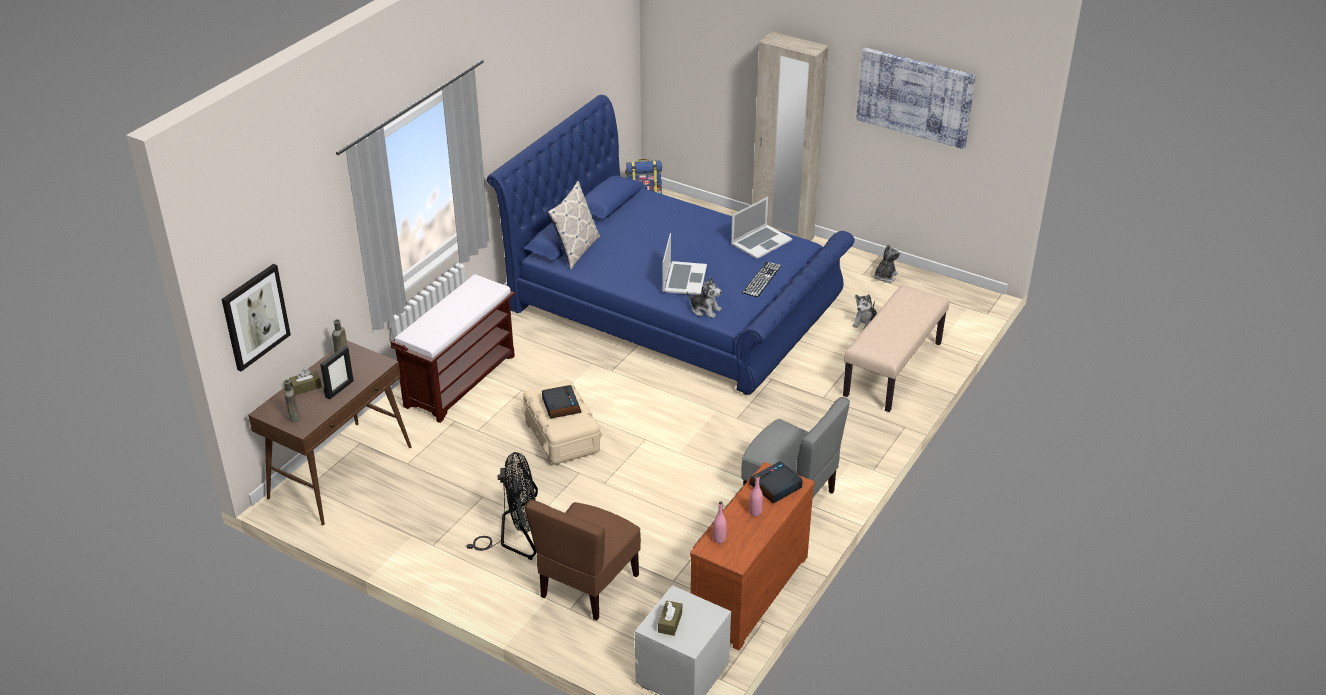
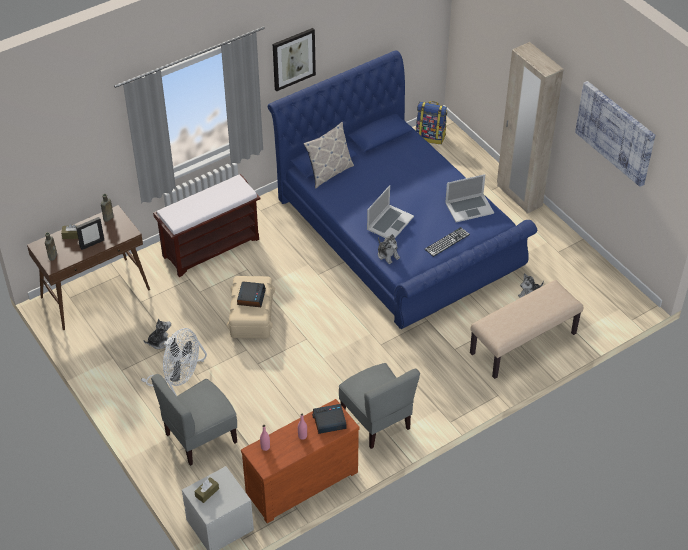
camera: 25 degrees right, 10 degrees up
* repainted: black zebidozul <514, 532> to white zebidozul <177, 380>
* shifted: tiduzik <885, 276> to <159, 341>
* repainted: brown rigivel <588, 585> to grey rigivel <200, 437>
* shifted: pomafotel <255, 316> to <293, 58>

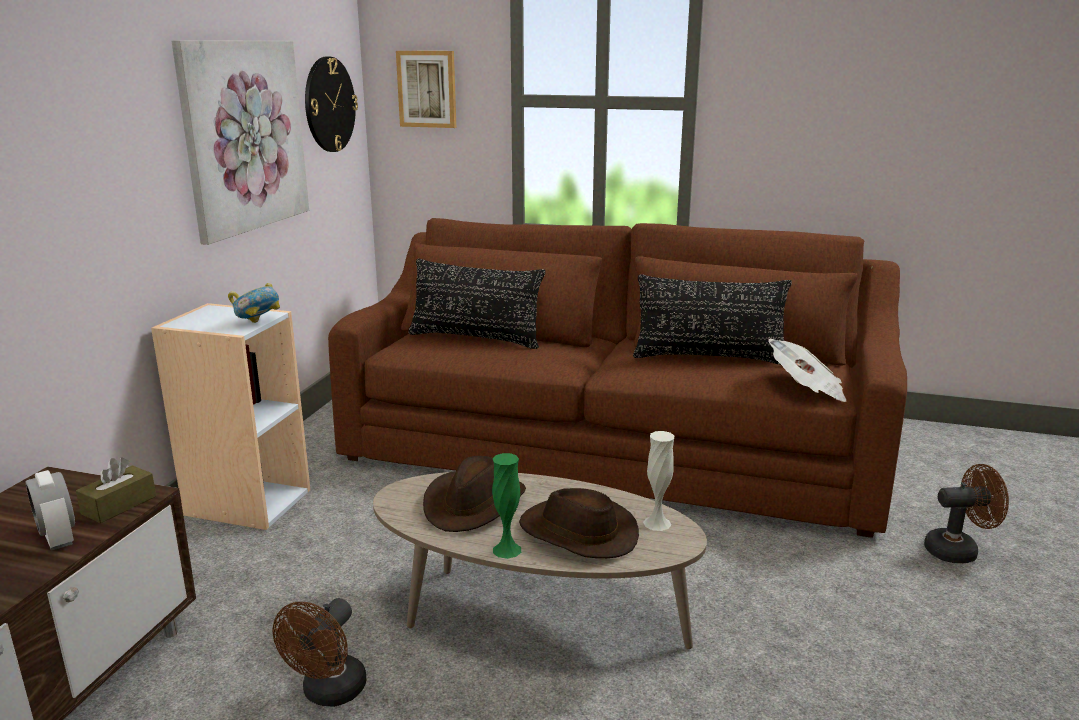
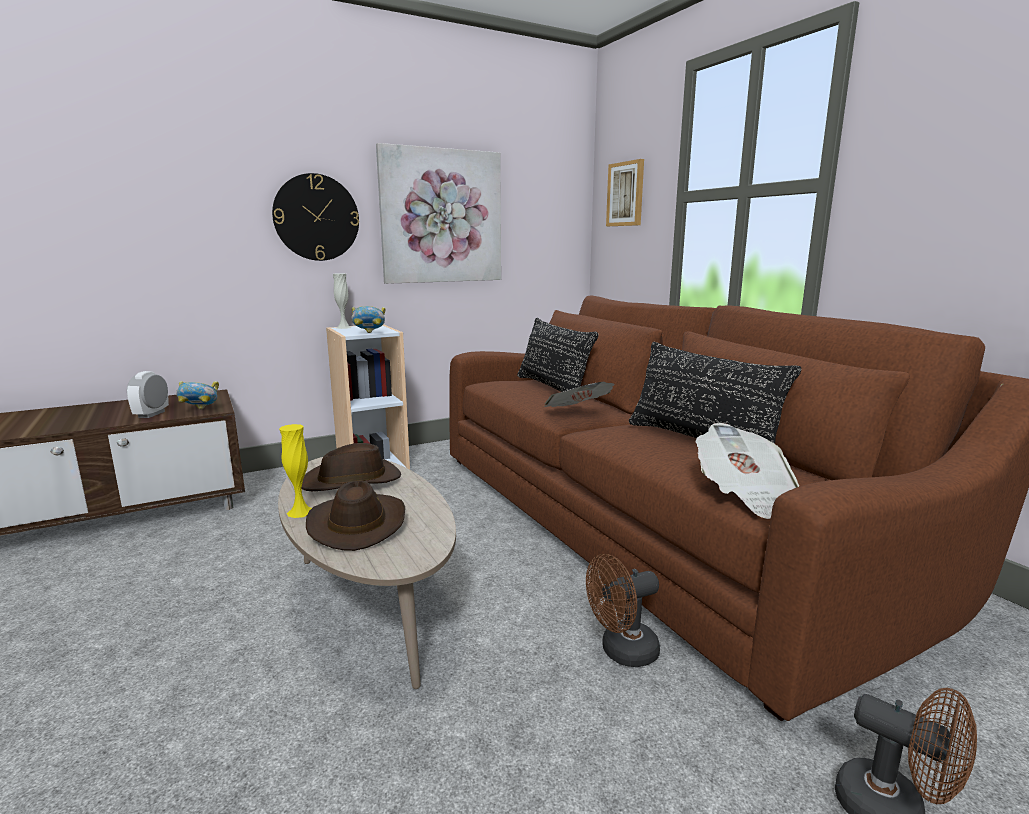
camera: 45 degrees right, 5 degrees down
* swapped: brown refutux <119, 505> to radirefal <200, 410>
* shifted: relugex <329, 104> to <316, 217>
* repainted: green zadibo <507, 550> to yellow zadibo <300, 512>
* shifted: white zadibo <657, 523> to <343, 327>
* new: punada <577, 414>
* shifted: brown zebidozul <329, 693> to <621, 652>

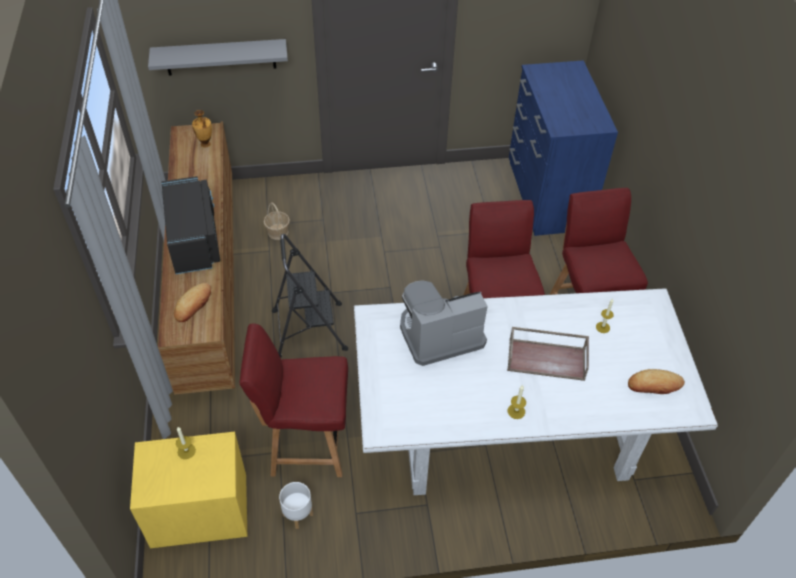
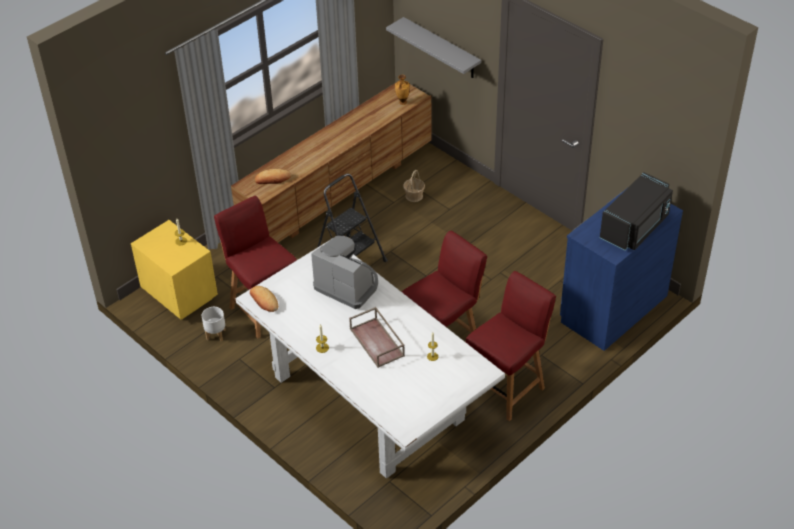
camera: 55 degrees right, 5 degrees down
* shifted: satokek <654, 385> to <264, 301>
* shifted: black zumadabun <195, 240> to <635, 227>

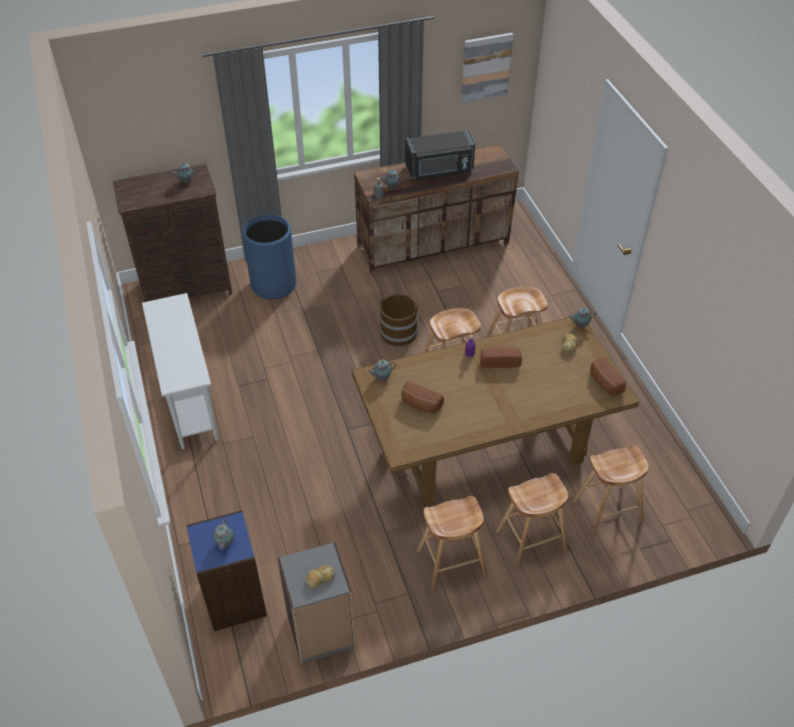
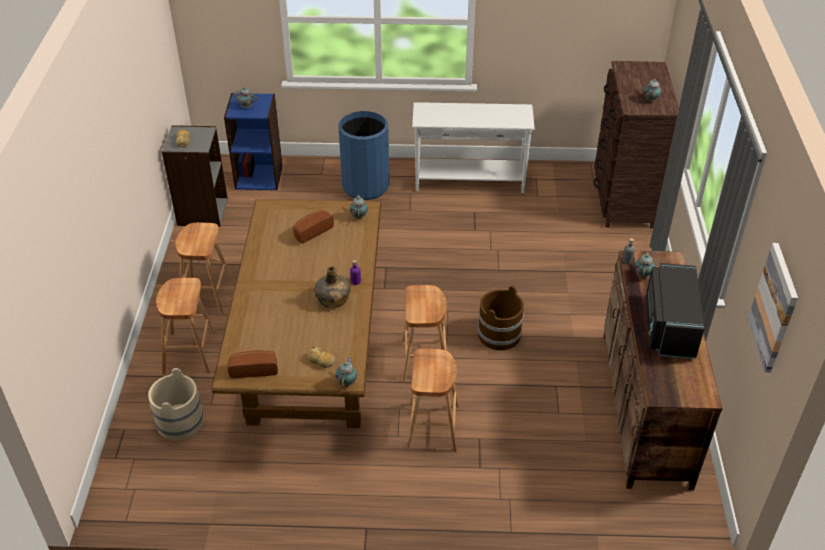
camera: 110 degrees right, 5 degrees down
* swapped: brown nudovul <607, 511> to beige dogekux <179, 421>
* swapped: satokek <499, 361> to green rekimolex <332, 299>
* shifted: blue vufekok <273, 284> to <365, 186>

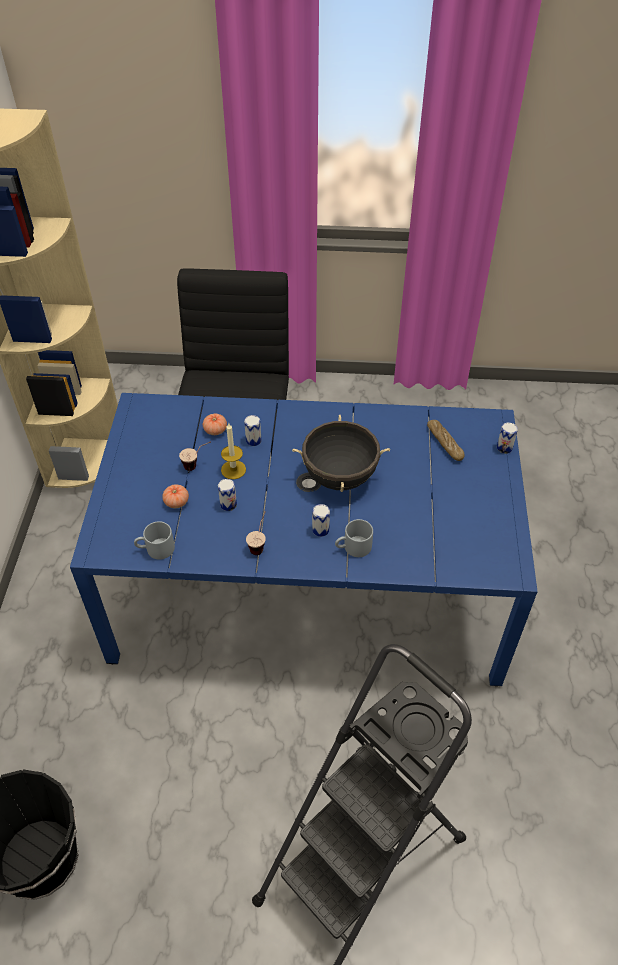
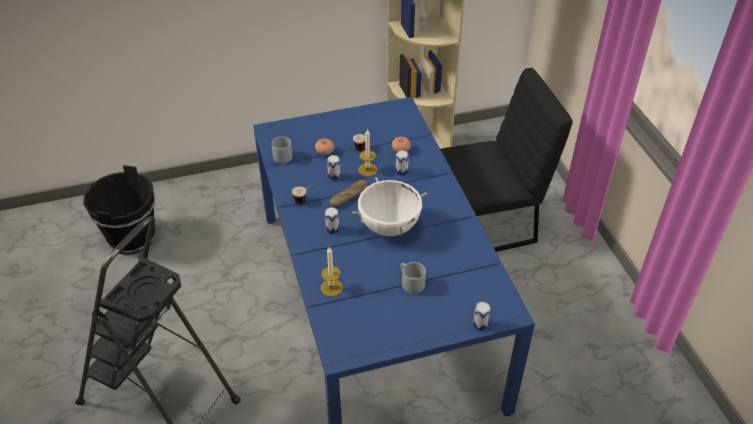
camera: 70 degrees right, 5 degrees down
* new: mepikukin <331, 287>
* shifted: satokek <444, 443> to <349, 196>
* repainted: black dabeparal <339, 477> to white dabeparal <389, 226>
* shifted: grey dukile <353, 548> to <410, 282>

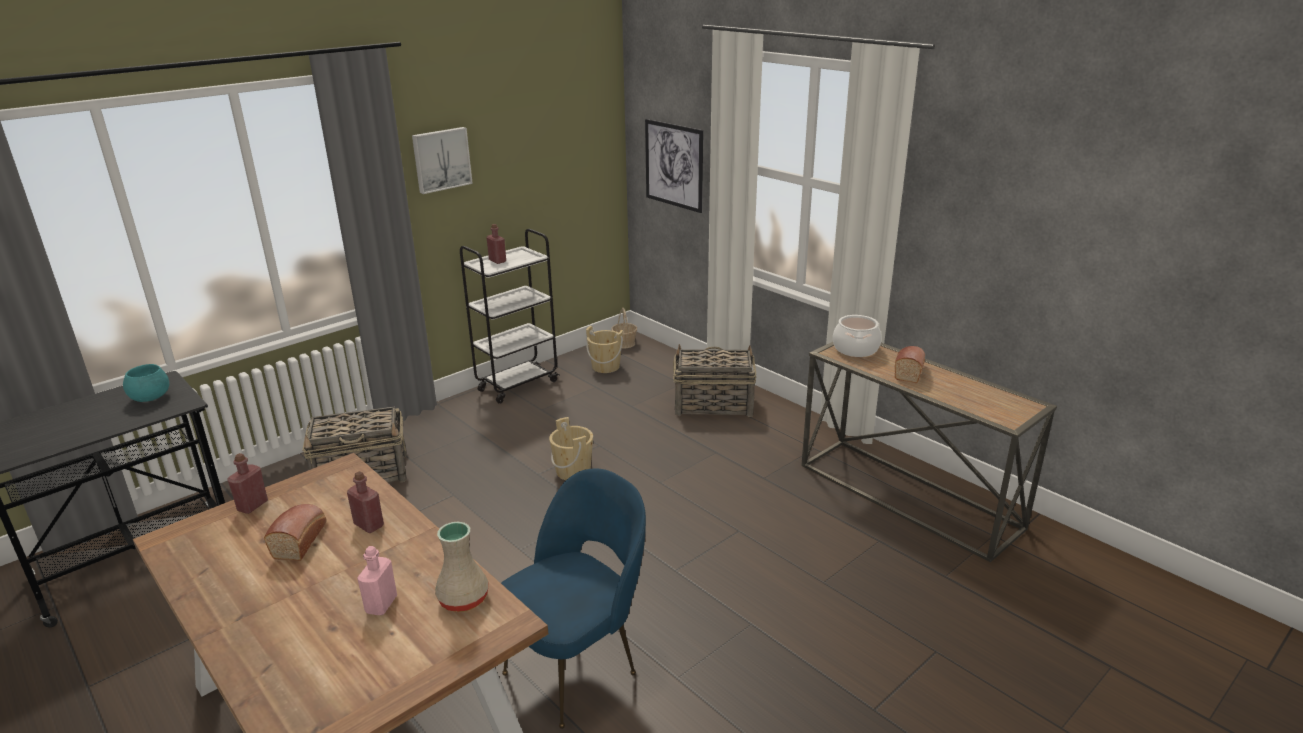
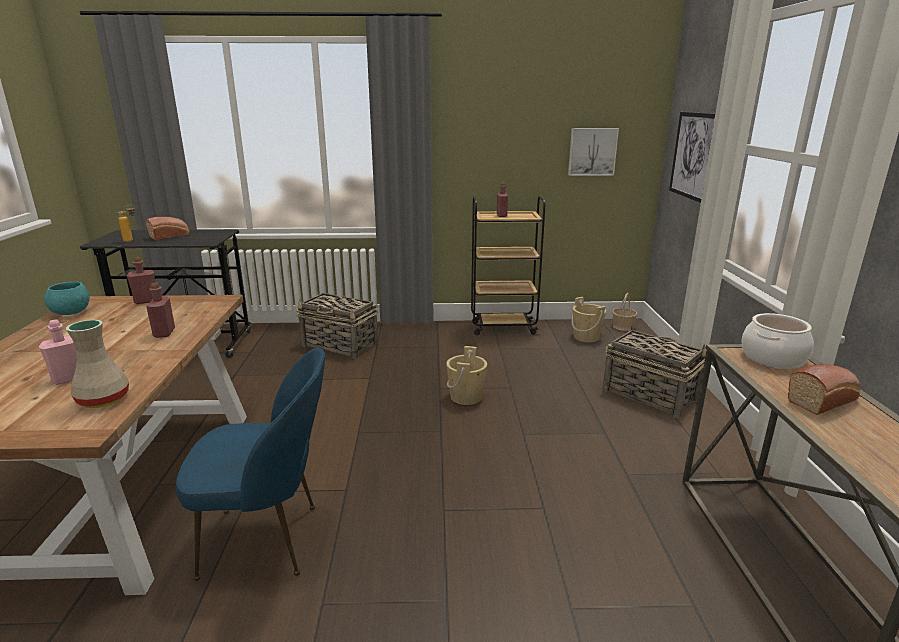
camera: 40 degrees right, 5 degrees down
* shifted: turquoise radirefal <151, 397> to <71, 313>
* new: rekimolex <132, 240>
* shifted: satokek <301, 539> to <170, 236>
* repainted: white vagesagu <518, 385> to brown vagesagu <504, 328>
* shifted: pomafotel <441, 159> to <592, 151>

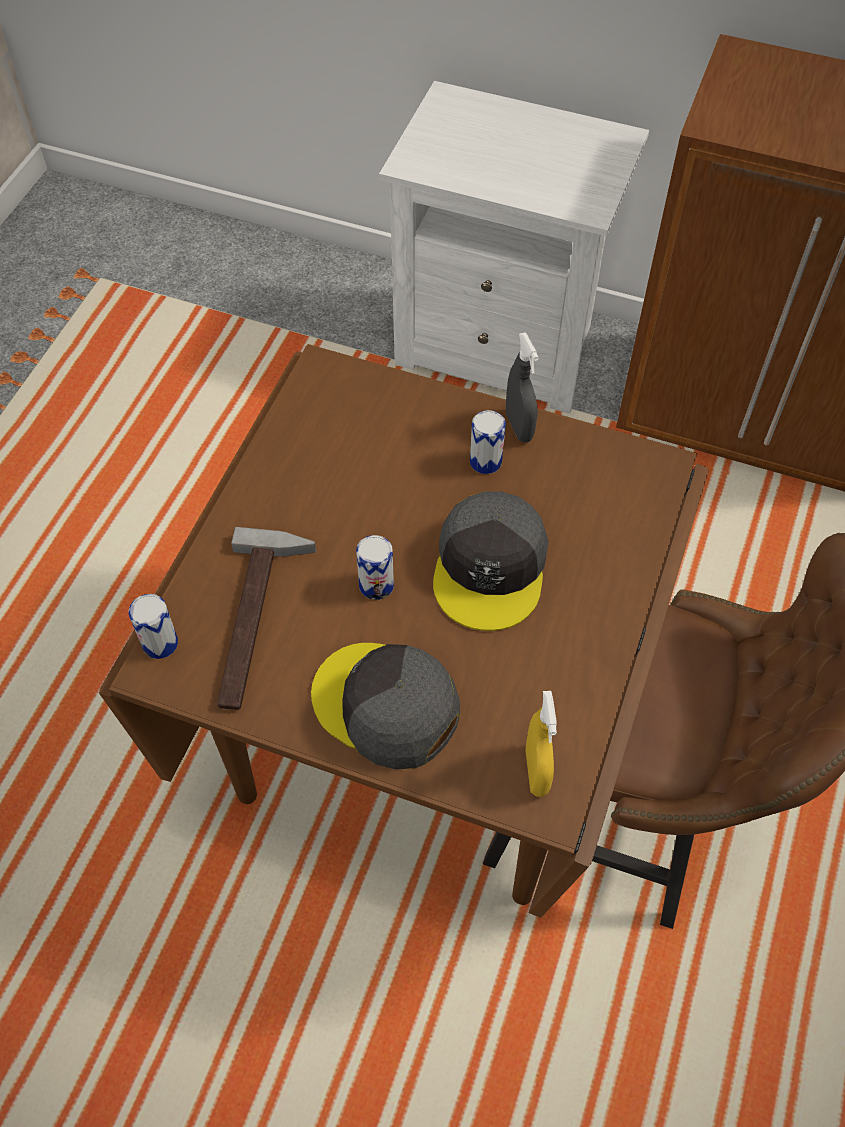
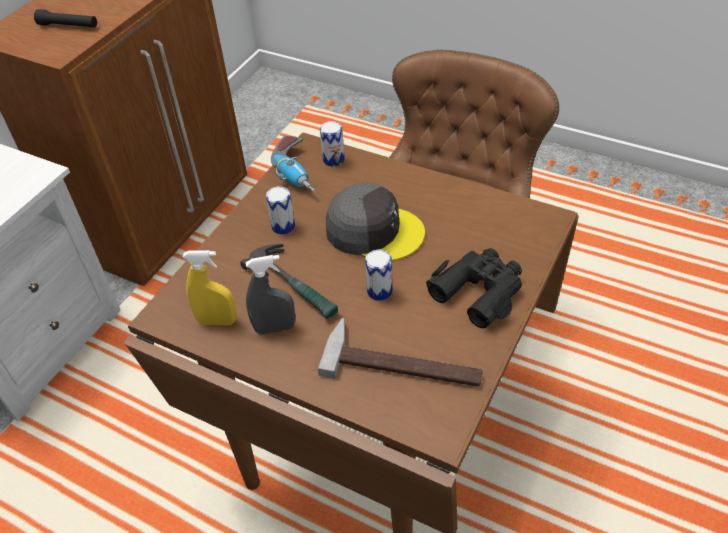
camera: 80 degrees left, 10 degrees down
* new: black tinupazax <68, 26>
* shifted: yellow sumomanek <536, 772> to <217, 321>
* new: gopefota <295, 285>
* shifted: grey sumomanek <519, 427> to <275, 328>
* new: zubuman <298, 172>
* shifted: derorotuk <160, 643> to <333, 160>
* swapped: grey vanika <385, 706> to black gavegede <479, 291>

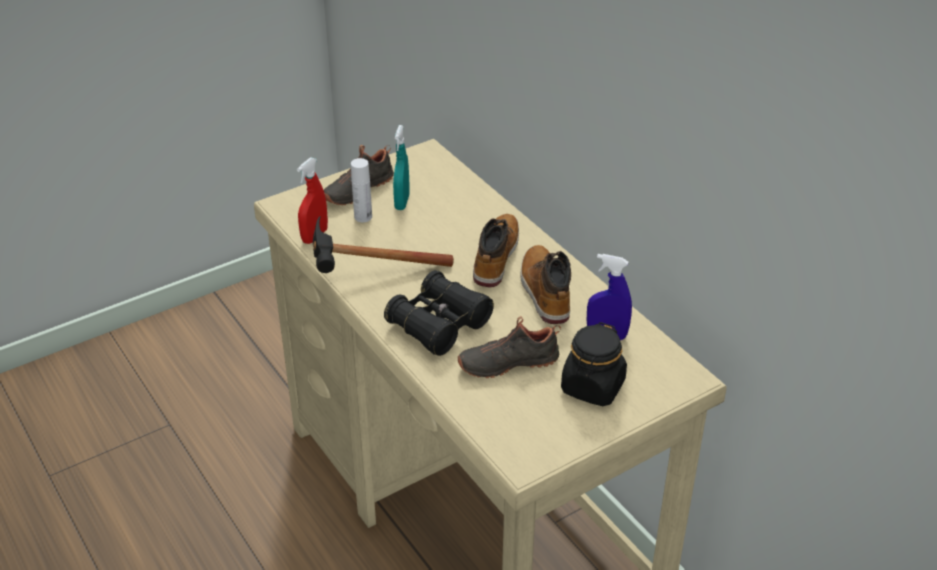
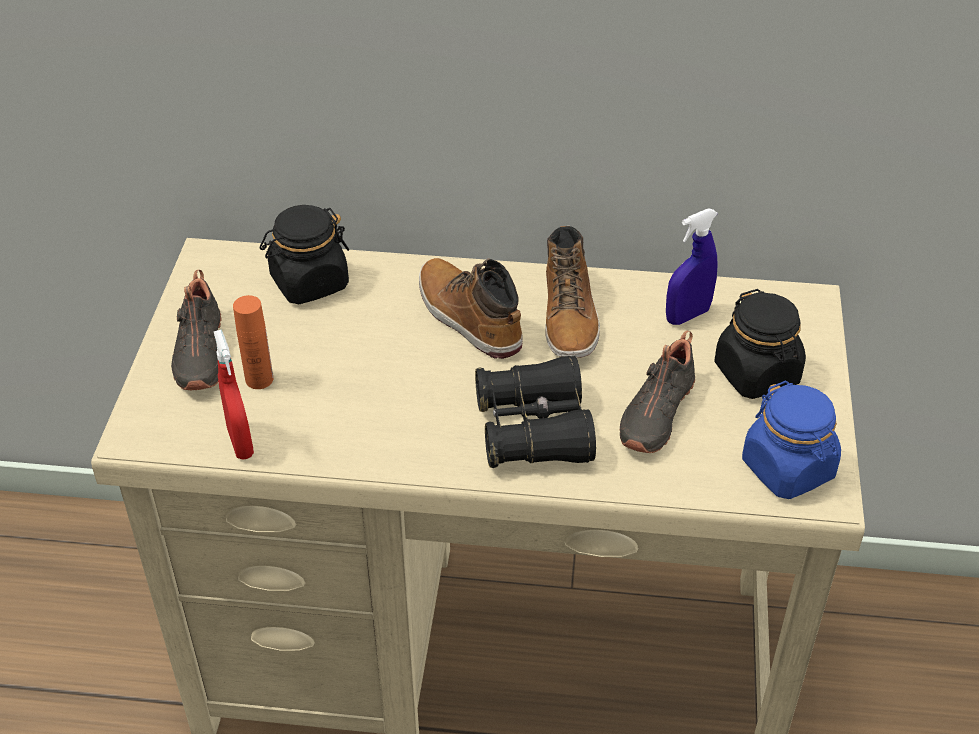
camera: 50 degrees left, 5 degrees up
* repainted: white rekimolex <363, 217> to orange rekimolex <259, 379>
* new: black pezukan <309, 282>
* rotated: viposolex <544, 291> = <570, 317> 120 degrees counterclockwise
* new: blue pezukan <788, 469>
* gone: gopefota <364, 274>
* gone: turquoise sumomanek <402, 202>

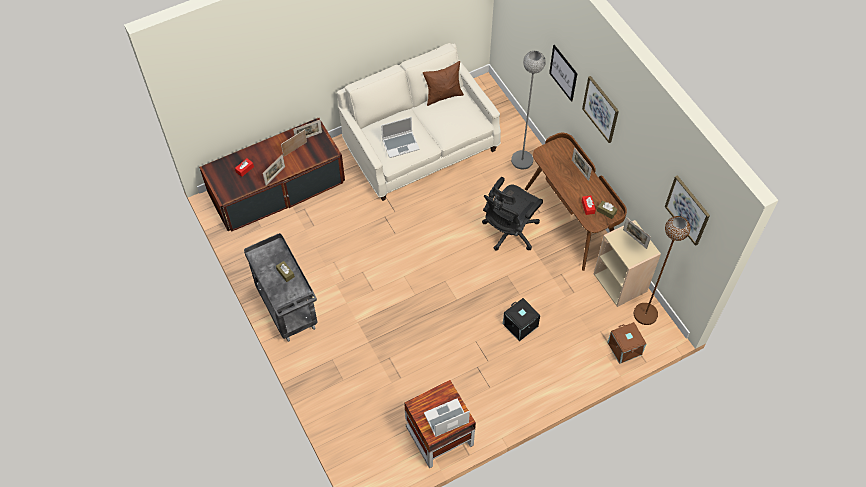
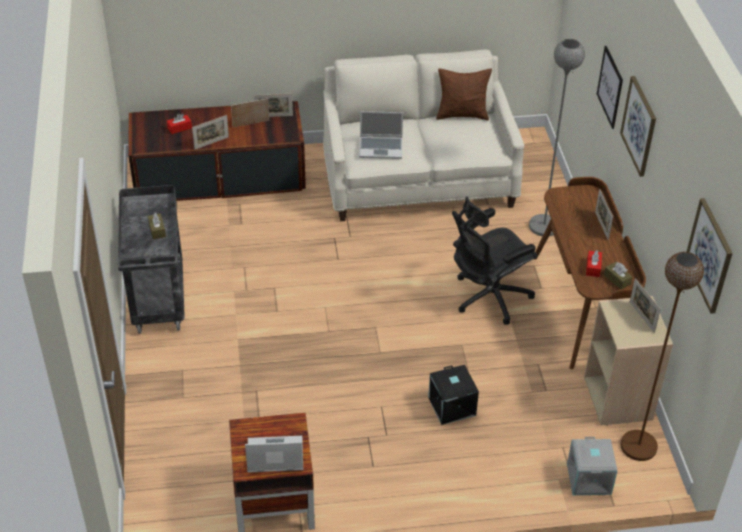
camera: 20 degrees right, 15 degrees down
* repainted: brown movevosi <625, 348> to grey movevosi <590, 479>

